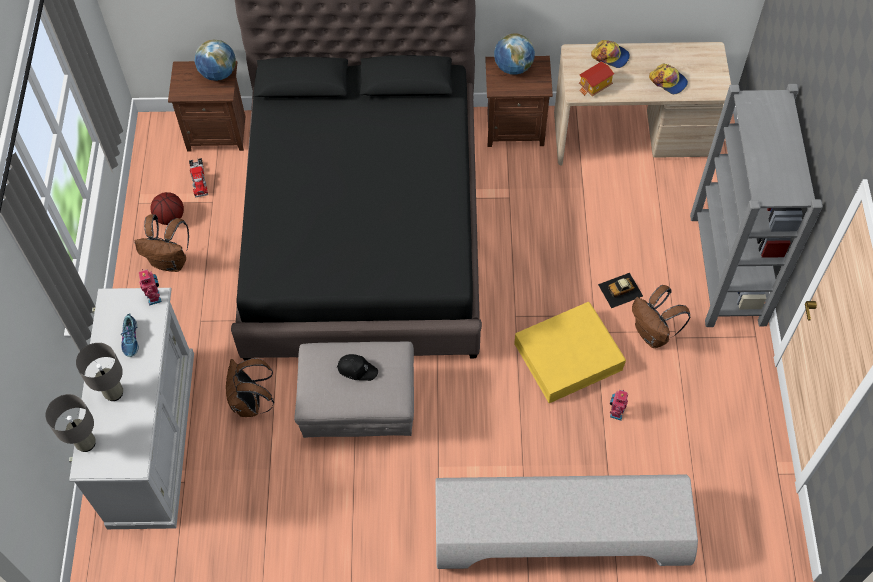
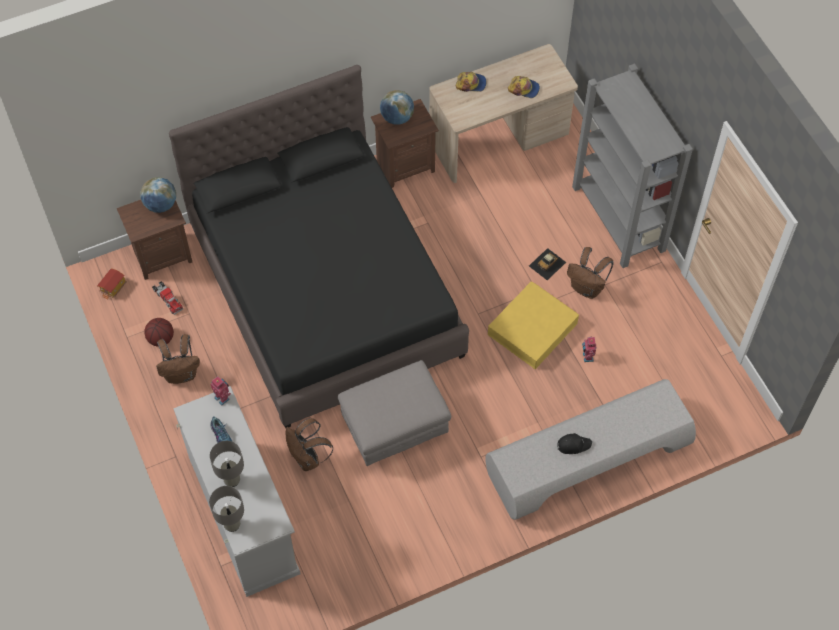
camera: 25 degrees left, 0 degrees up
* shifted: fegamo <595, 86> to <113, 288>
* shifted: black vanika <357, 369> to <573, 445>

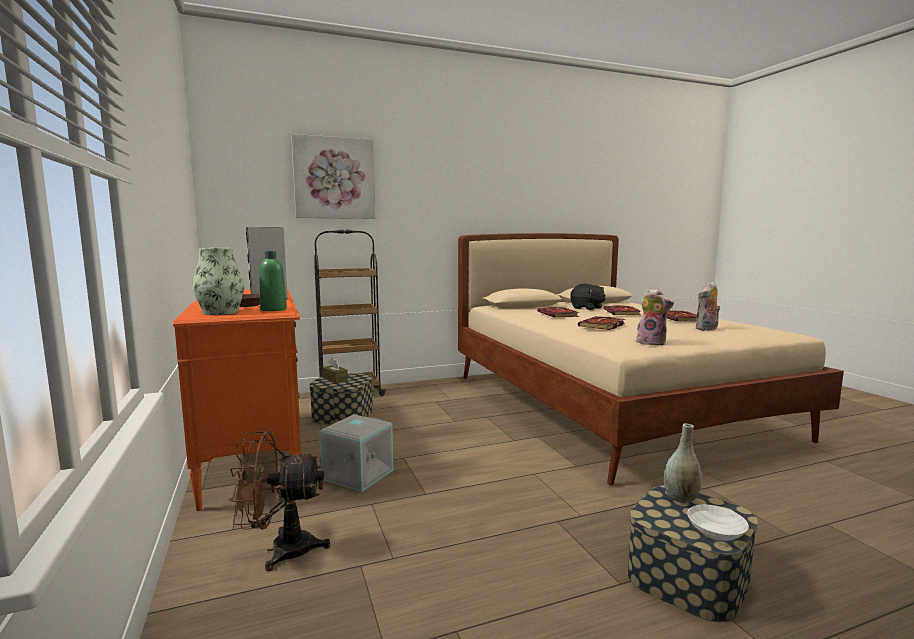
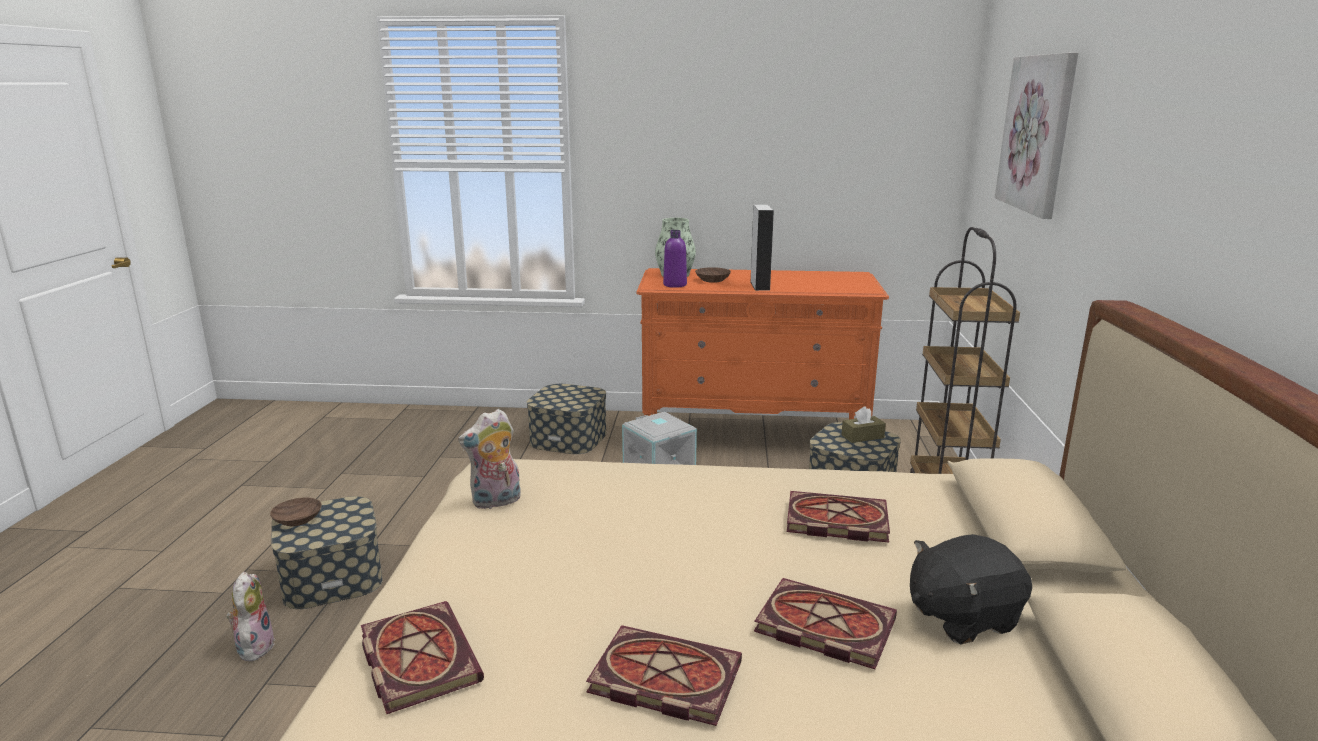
camera: 115 degrees right, 10 degrees up
* shifted: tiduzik <707, 329> to <254, 646>
* repainted: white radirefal <714, 531> to brown radirefal <299, 519>
* shifted: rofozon <602, 325> to <416, 658>
* swapped: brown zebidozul <280, 550> to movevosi <568, 438>
* repainted: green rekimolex <273, 309> to purple rekimolex <675, 285>
* gone: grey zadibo <680, 498>

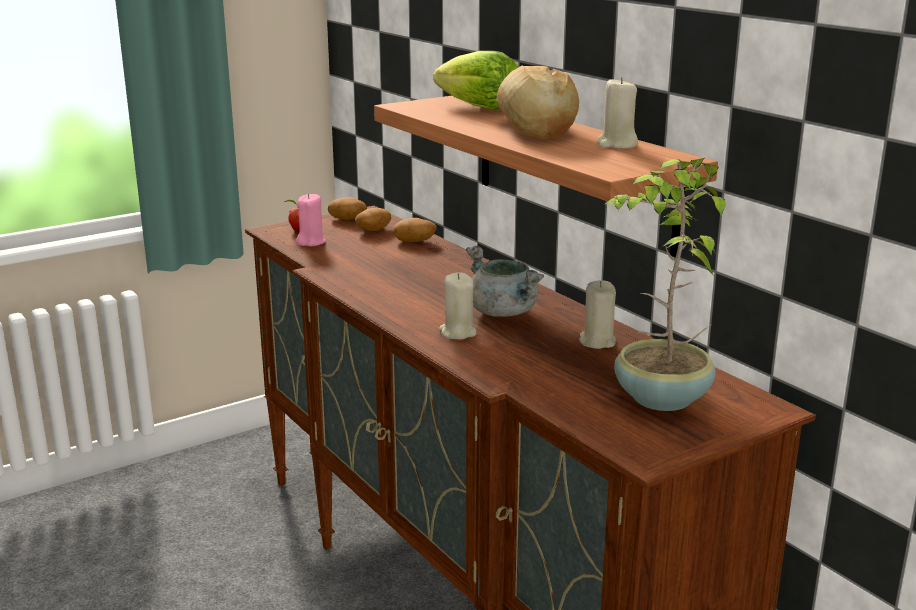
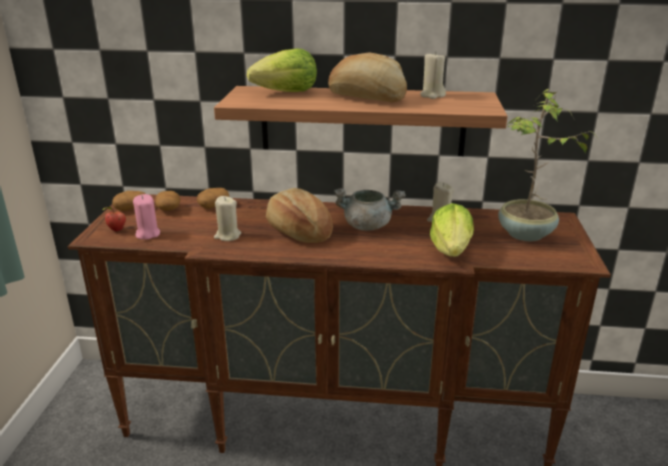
camera: 50 degrees left, 5 degrees up
* shifted: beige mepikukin <457, 332> to <227, 236>
* new: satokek <298, 231>
* new: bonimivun <451, 250>

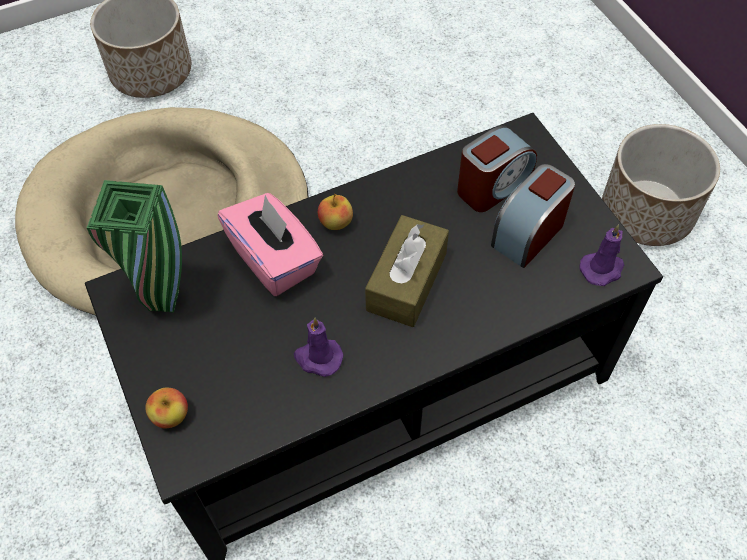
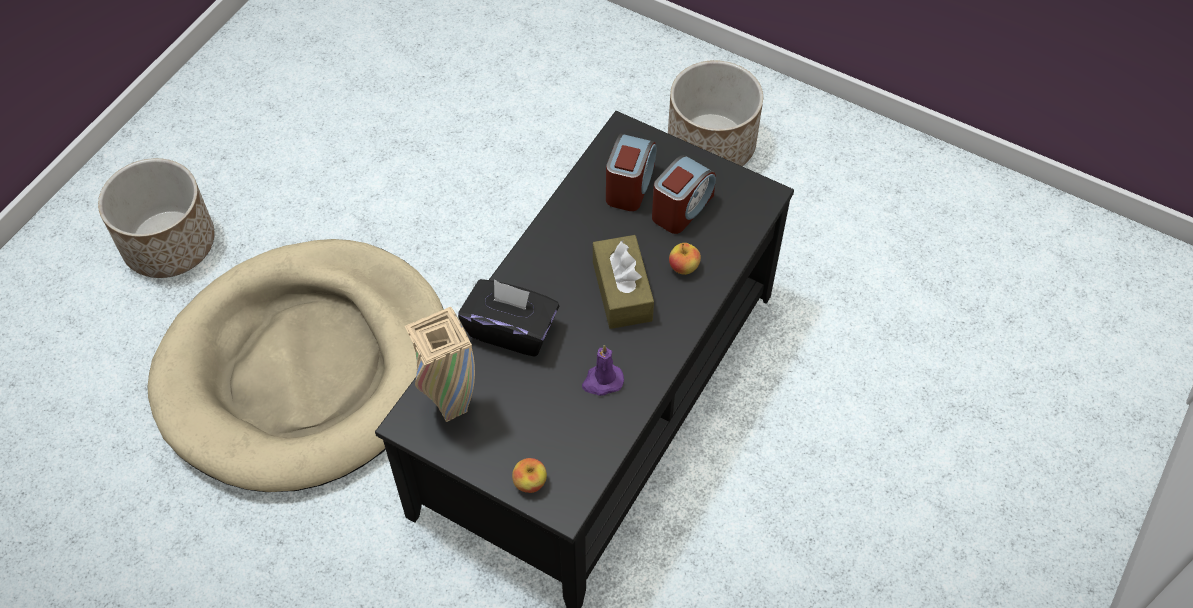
camera: 35 degrees left, 0 degrees up
* repainted: green zadibo <164, 300> to beige zadibo <451, 408>
* repainted: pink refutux <275, 260> to black refutux <511, 330>
* rotated: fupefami <528, 233> = <681, 208> 150 degrees counterclockwise
* shifted: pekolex <336, 222> to <683, 267>
* gone: purple mepikukin <602, 269>

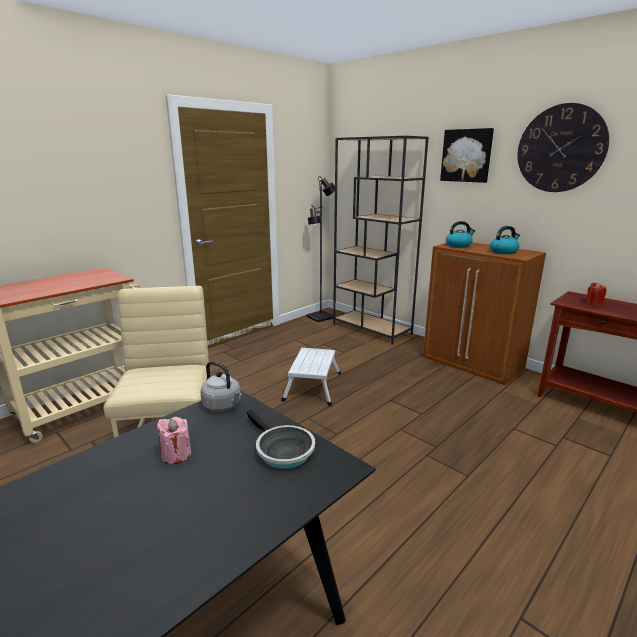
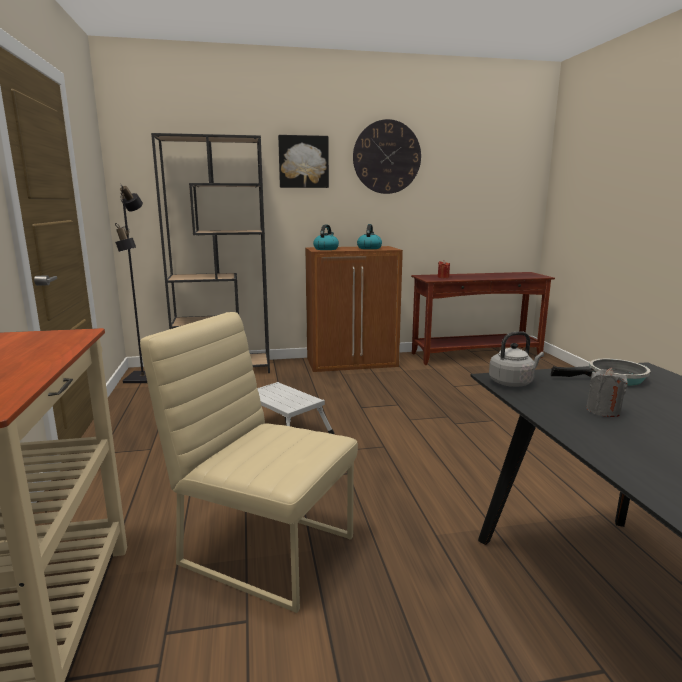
camera: 55 degrees left, 5 degrees down
* repainted: pink mepikukin <176, 454> to grey mepikukin <603, 411>

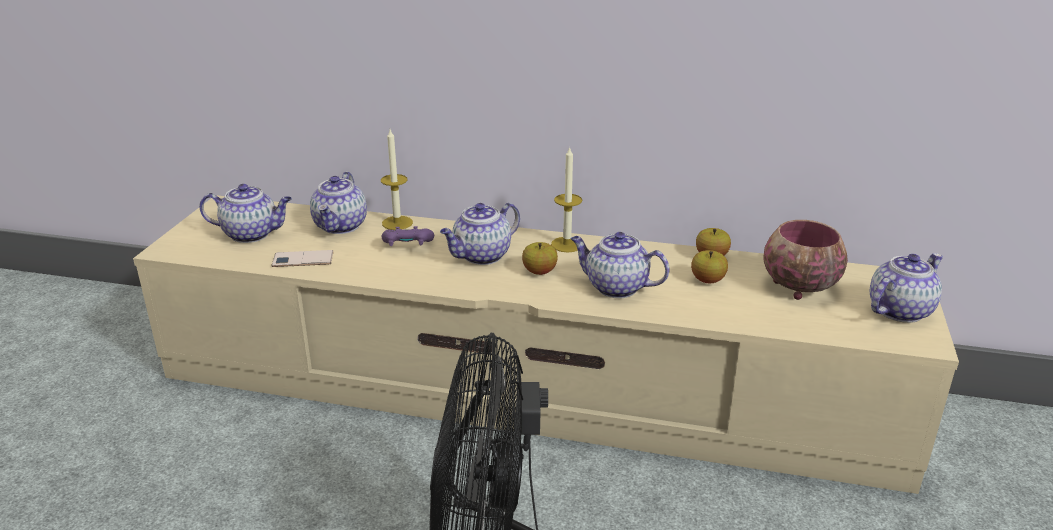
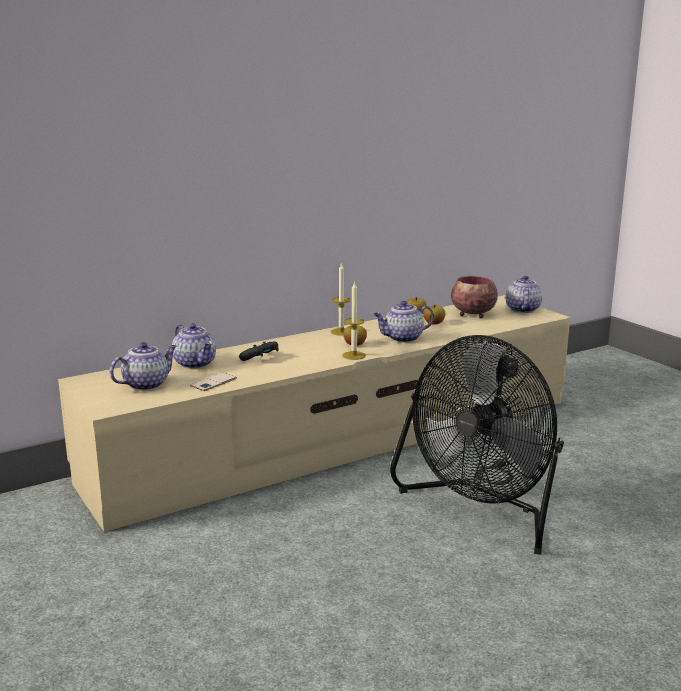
camera: 45 degrees left, 10 degrees down
* repainted: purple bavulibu <407, 247> to black bavulibu <260, 358>
* shifted: mepikukin <397, 223> to <354, 355>
* gone: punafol <481, 256>

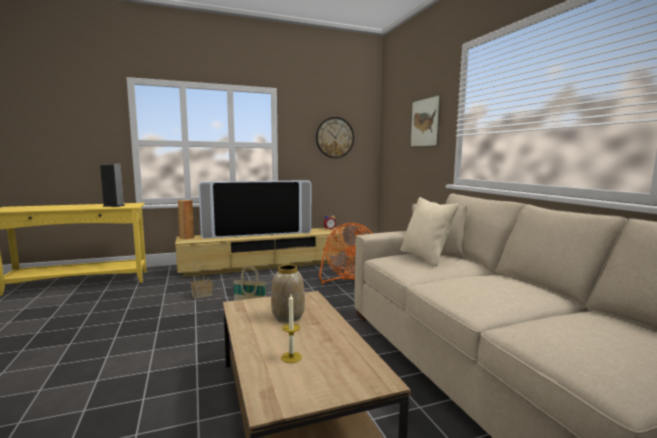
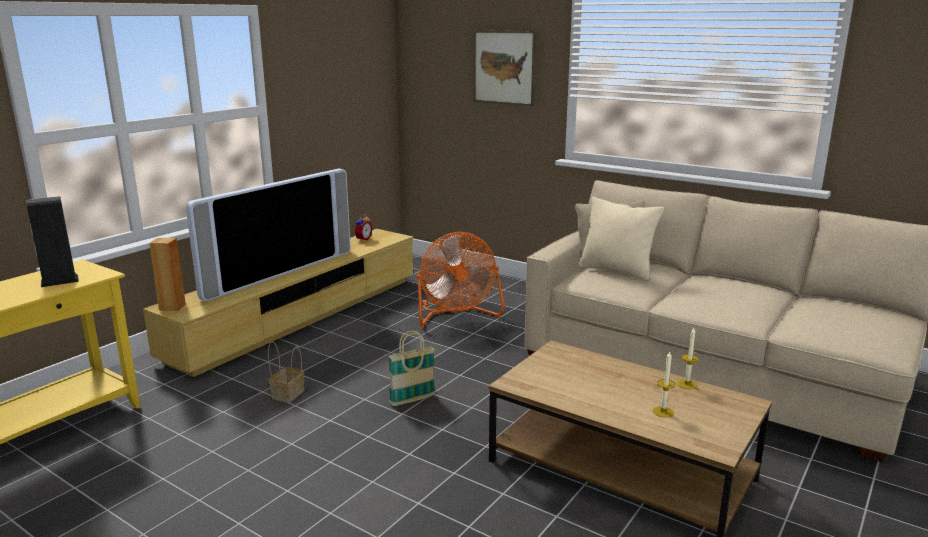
camera: 35 degrees left, 10 degrees up
* new: mepikukin <687, 384>
* gone: zadibo <288, 316>
* gone: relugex <334, 137>

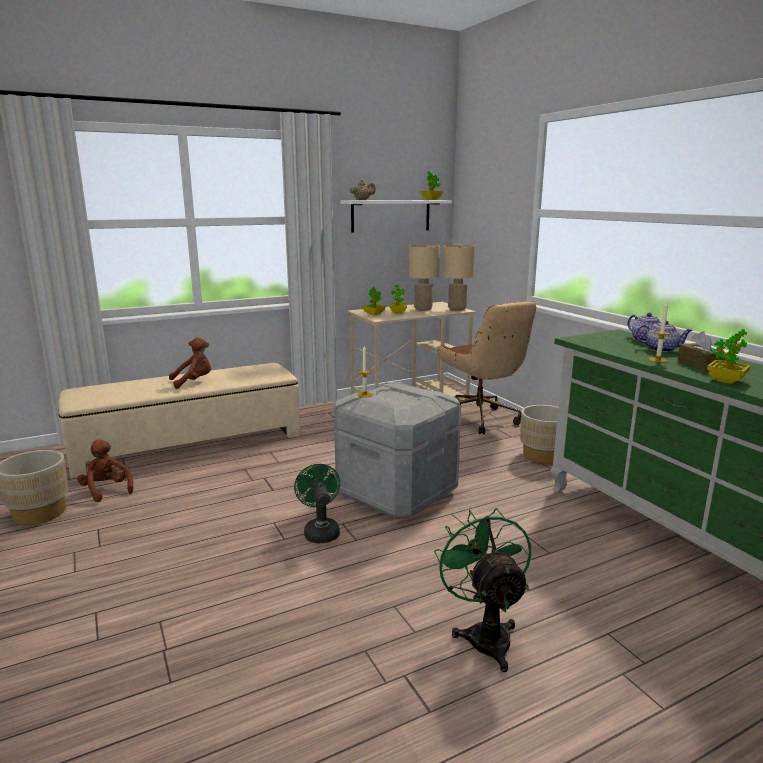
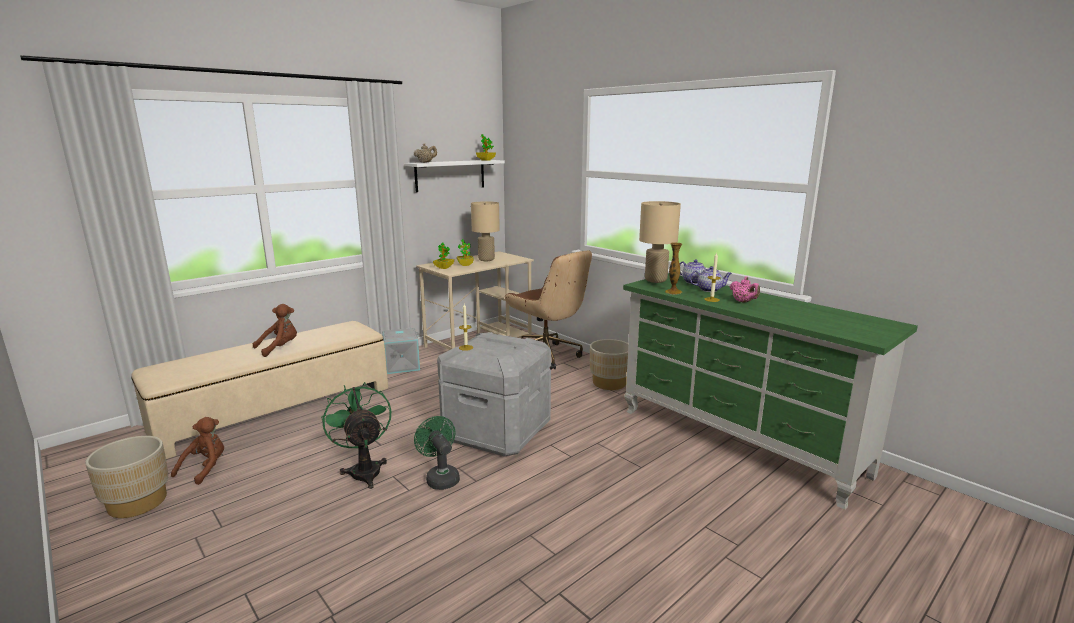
camera: 15 degrees left, 0 degrees up
* rotated: brown tiduzik <106, 490> = <205, 468> 75 degrees clockwise
* shifted: green zebidozul <485, 634> to <364, 470>
* new: grey movevosi <402, 365>
* shifted: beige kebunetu <457, 310> to <656, 281>
* new: zadibo <673, 292>
* swapped: brown refutux <699, 365> to pink punafol <743, 302>
* gone: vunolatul <726, 380>

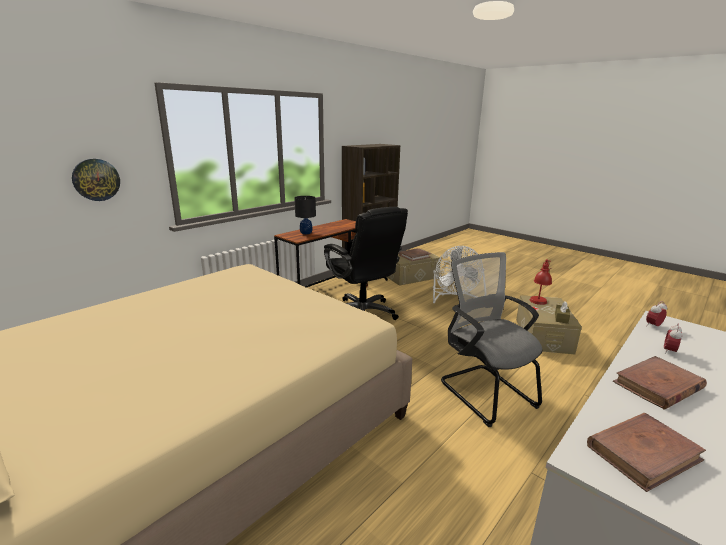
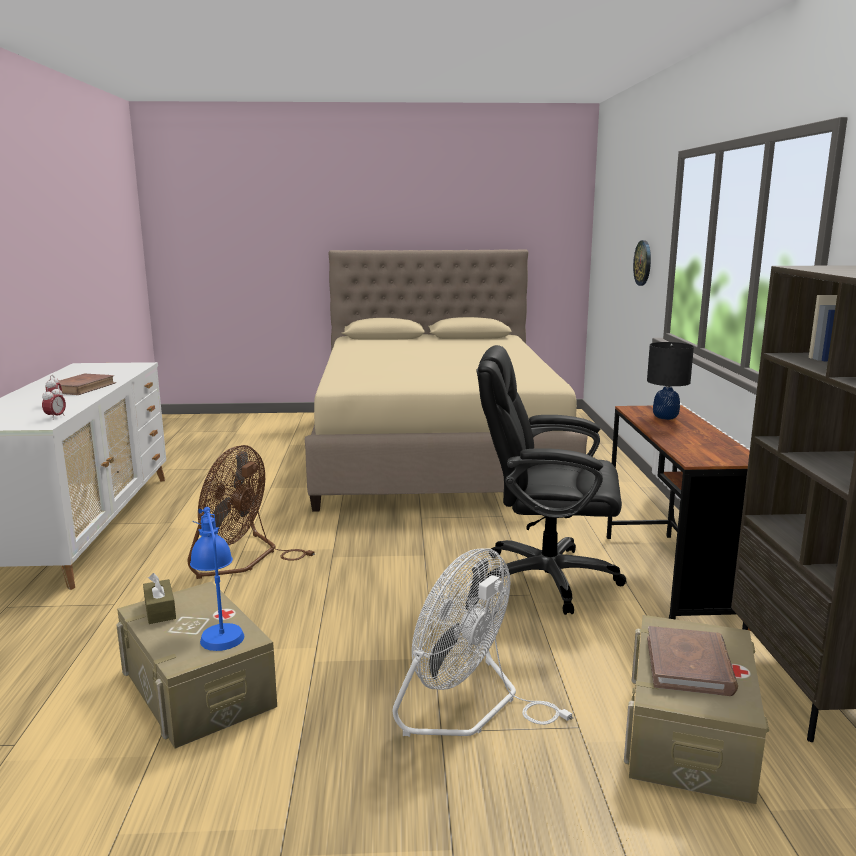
camera: 135 degrees right, 5 degrees down
* swapped: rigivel <485, 392> to brown zebidozul <249, 557>
* repainted: red kebunetu <538, 304> to blue kebunetu <218, 630>
* gone: brown rofozon <643, 453>

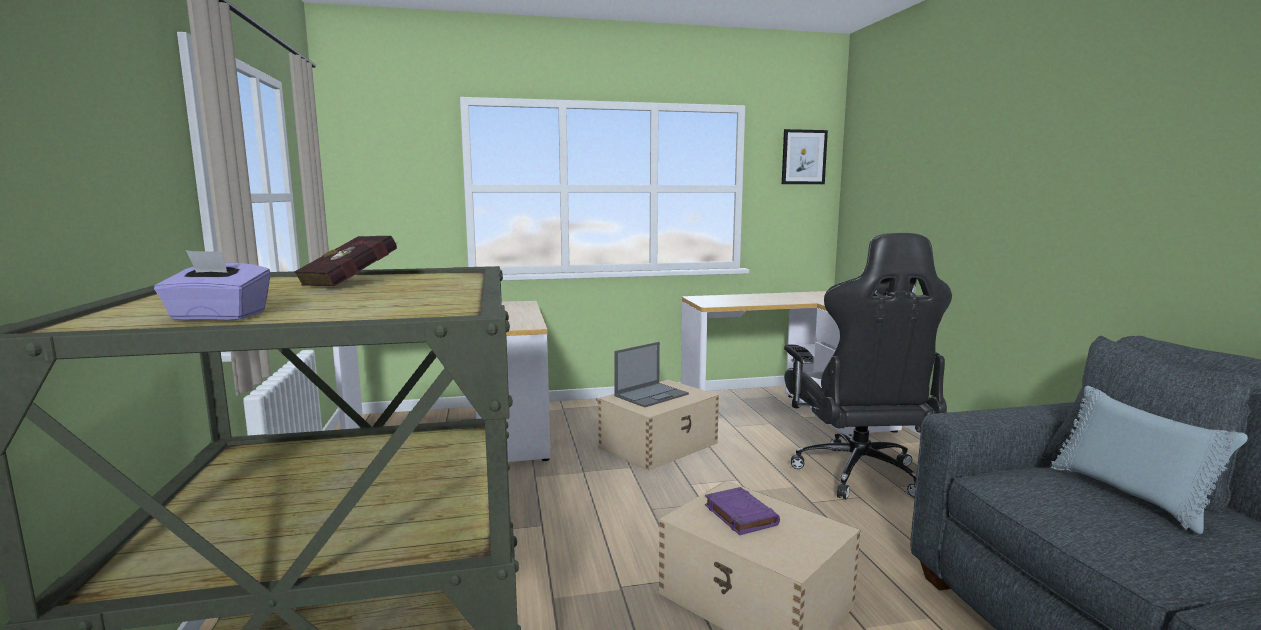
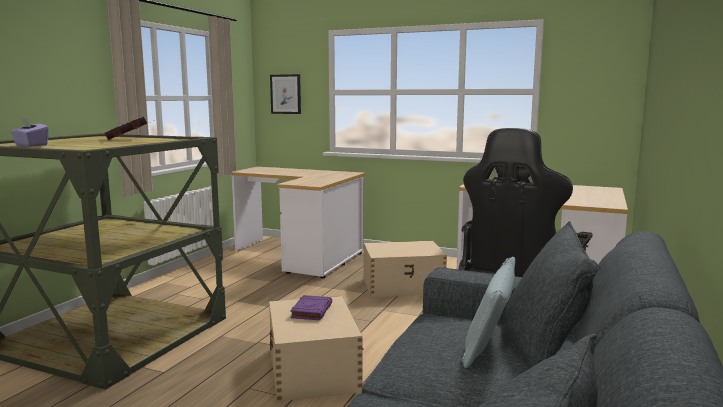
camera: 35 degrees right, 0 degrees up
* shifted: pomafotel <803, 157> to <285, 94>
* gone: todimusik <652, 395>

